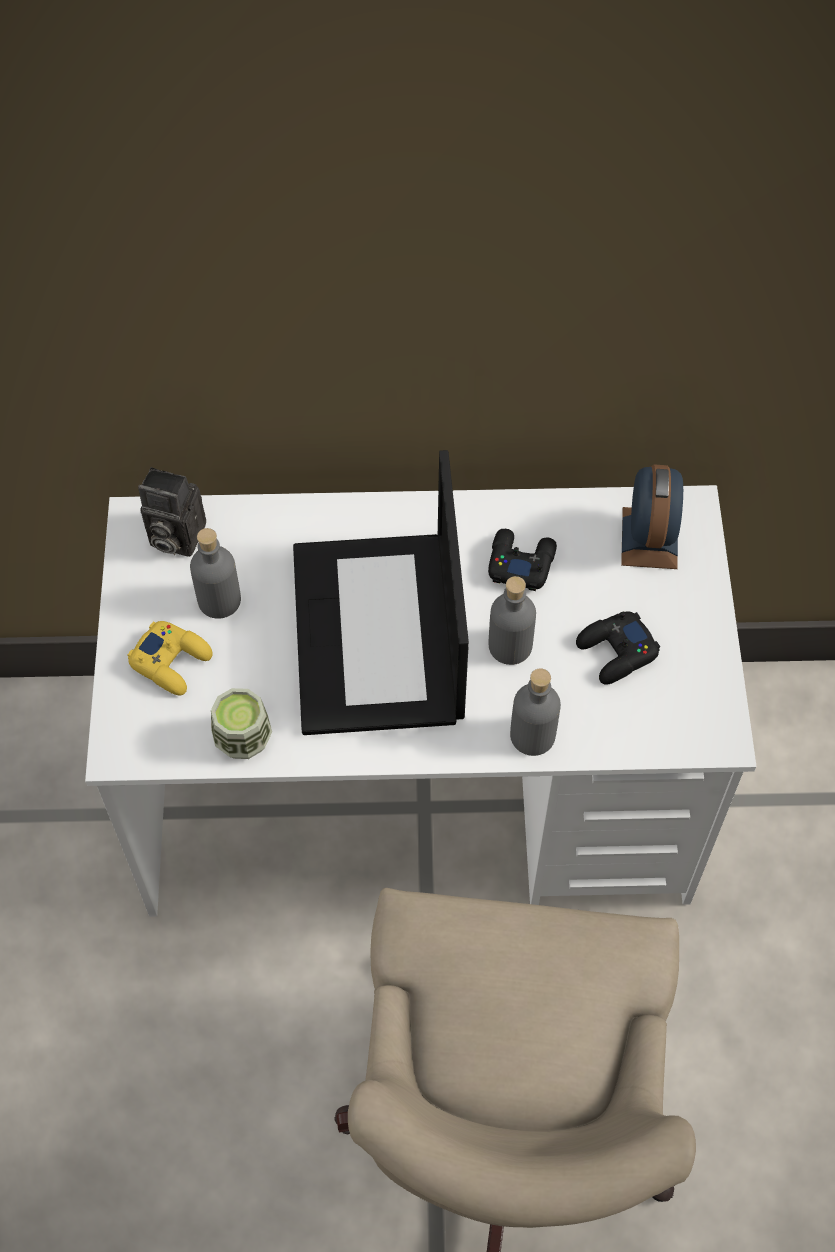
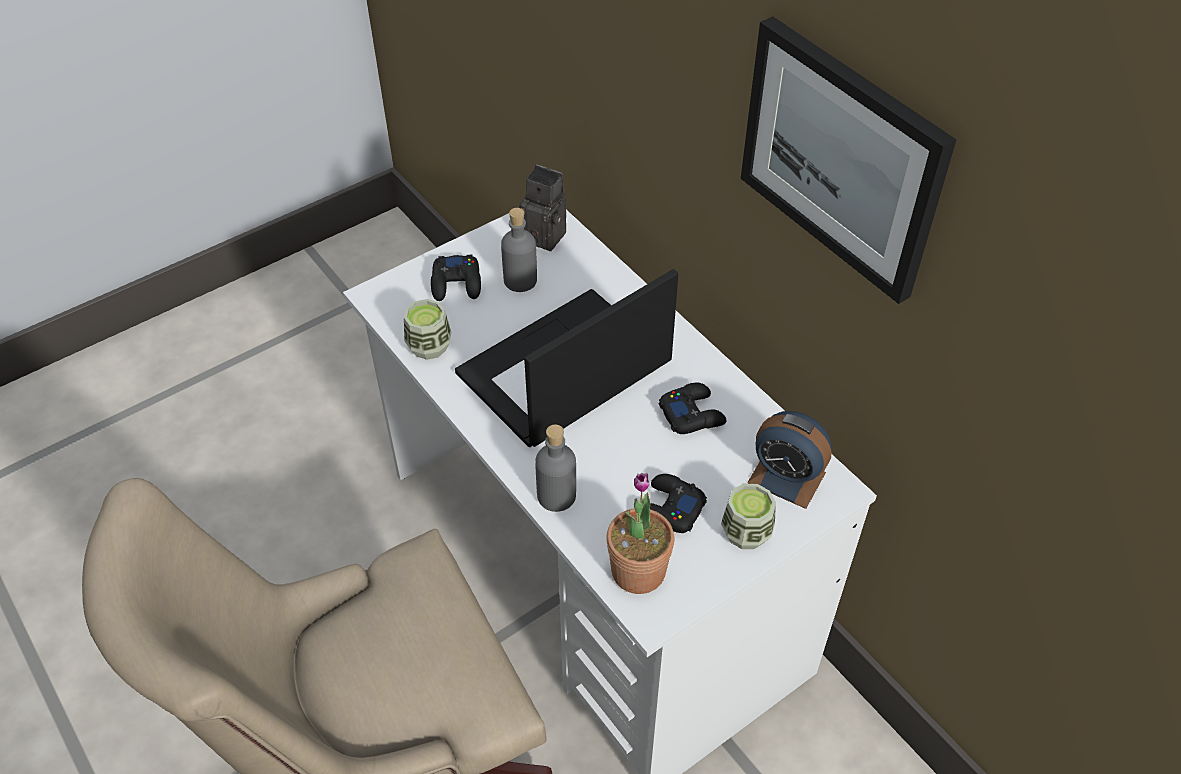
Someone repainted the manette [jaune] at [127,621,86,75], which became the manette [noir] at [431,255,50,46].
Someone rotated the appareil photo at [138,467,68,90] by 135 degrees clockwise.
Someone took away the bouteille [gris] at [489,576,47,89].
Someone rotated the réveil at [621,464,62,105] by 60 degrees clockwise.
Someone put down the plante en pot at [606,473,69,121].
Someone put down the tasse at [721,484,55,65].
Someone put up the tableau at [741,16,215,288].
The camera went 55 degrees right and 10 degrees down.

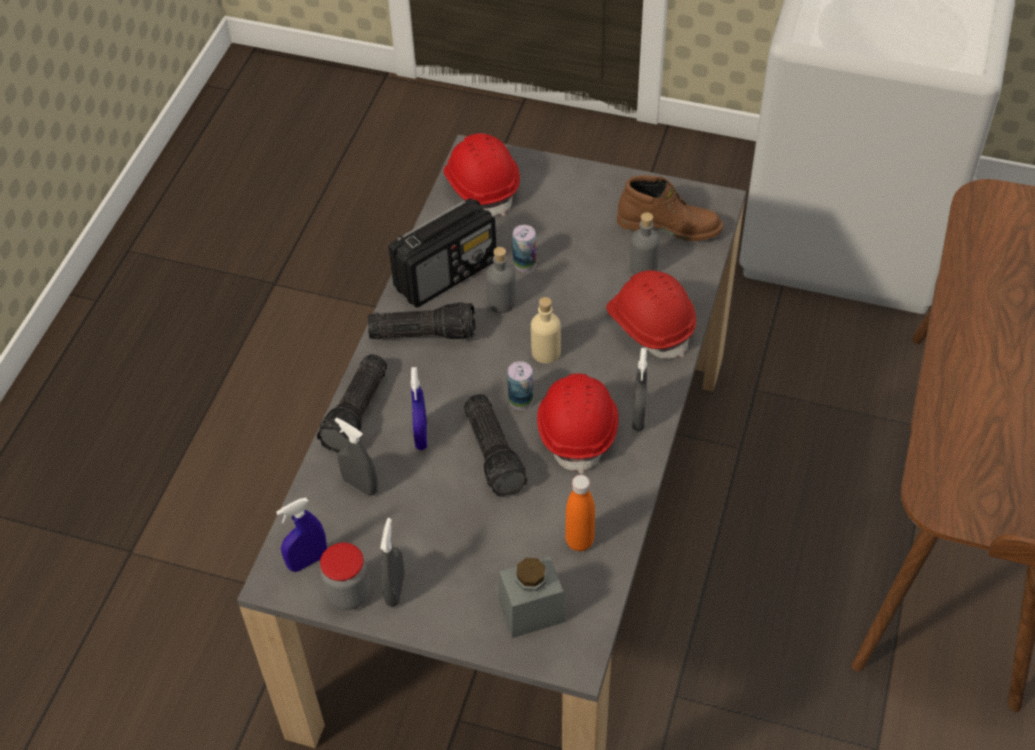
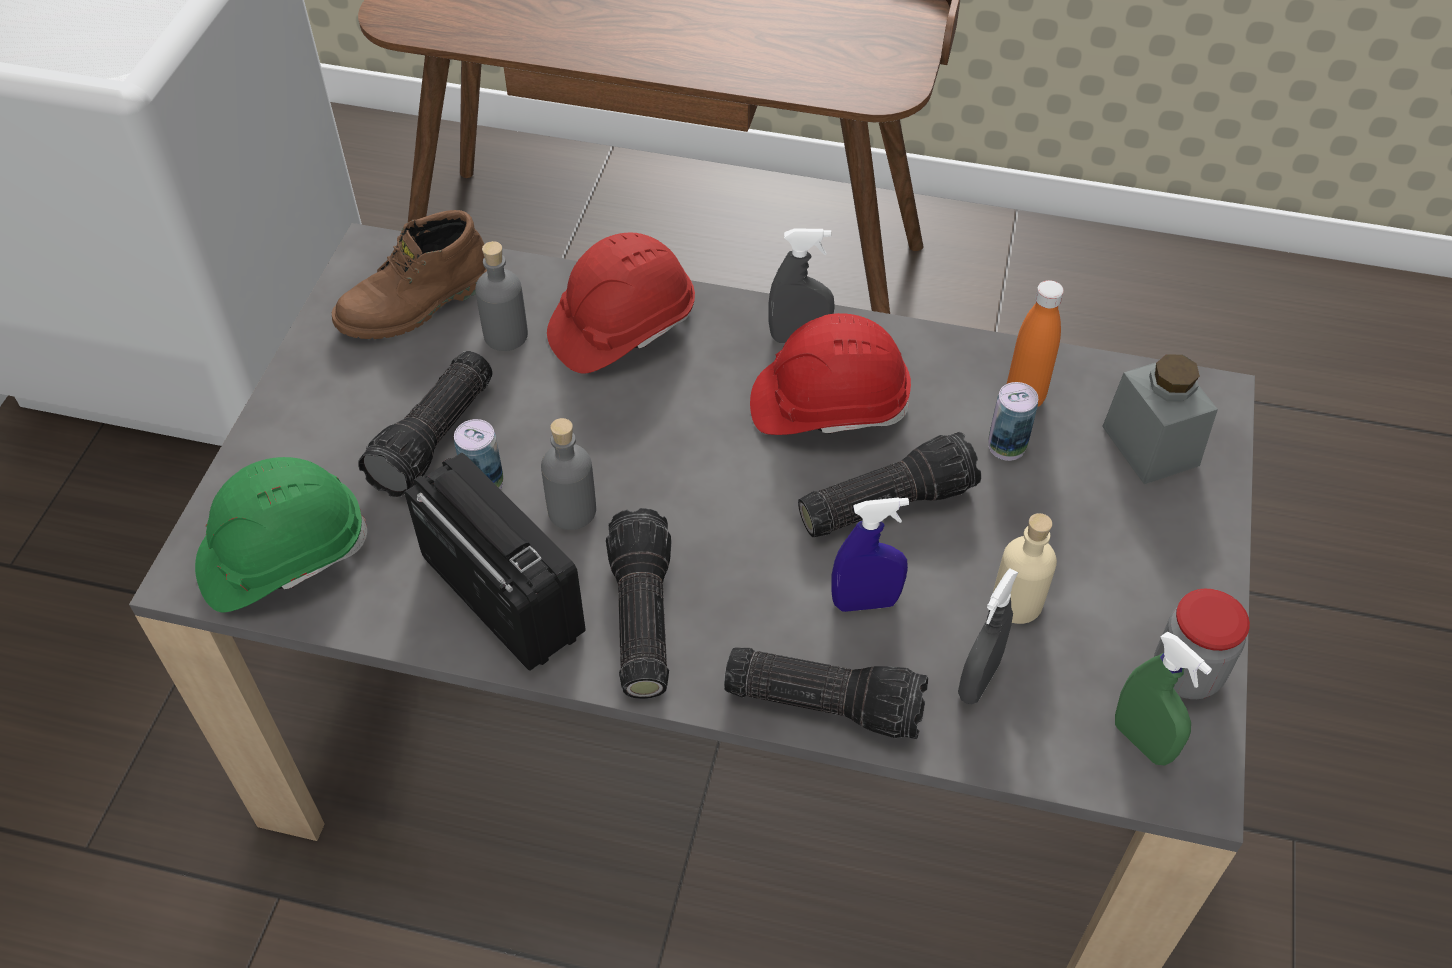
Someone repainted the vaporisateur [bleu] at [276,497,51,75], which became the vaporisateur [vert] at [1115,631,97,135].
Someone took away the vaporisateur [gris] at [380,518,25,89].
Someone repainted the casque de chantier [rouge] at [444,133,76,83], which became the casque de chantier [vert] at [195,457,172,155].
Someone carried the boîte métallique from [507,361,26,49] to [988,382,50,79].
Someone carried the bouteille [beige] from [531,297,30,67] to [993,513,64,111].
Someone rotated the botte [marron] at [617,175,106,66] by 135 degrees counterclockwise.
Someone put down the lampe de poche at [358,351,135,147].
The camera went 95 degrees left and 0 degrees up.

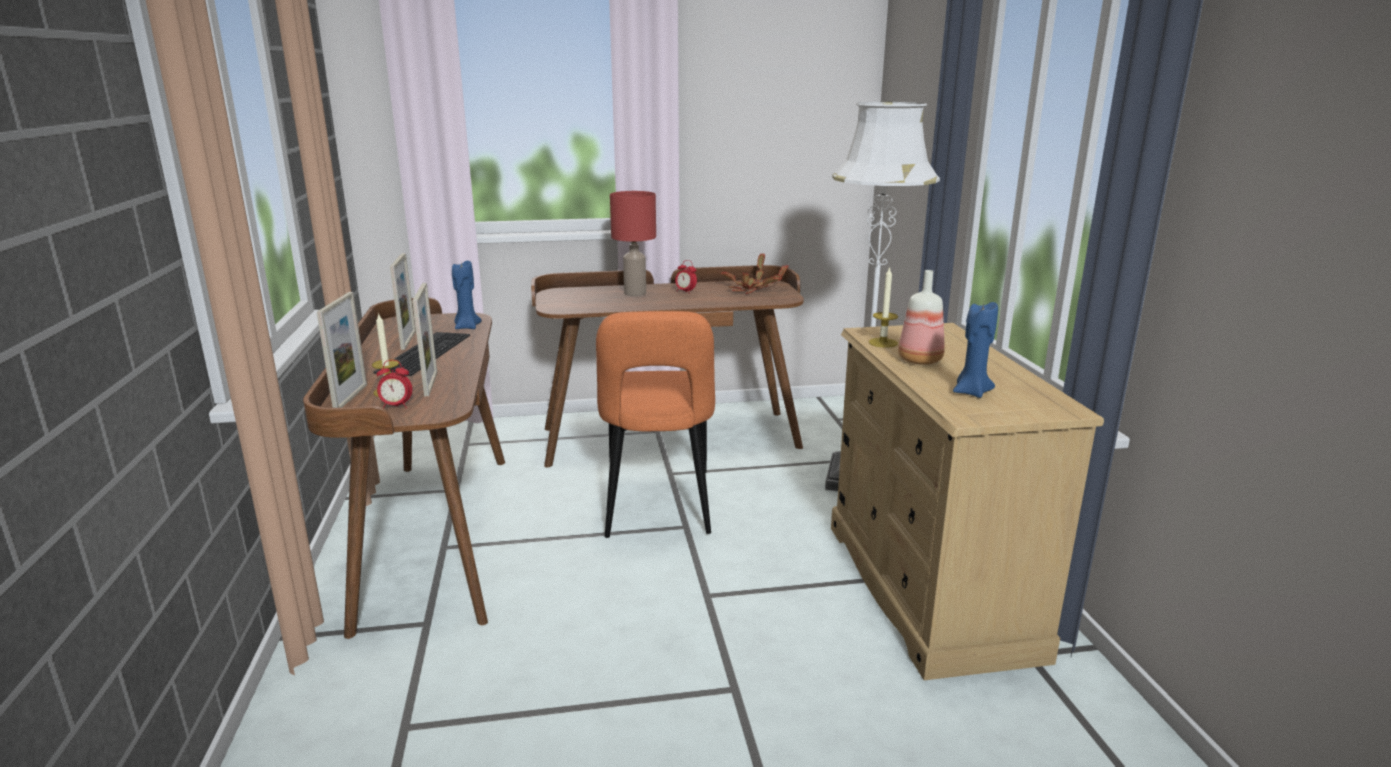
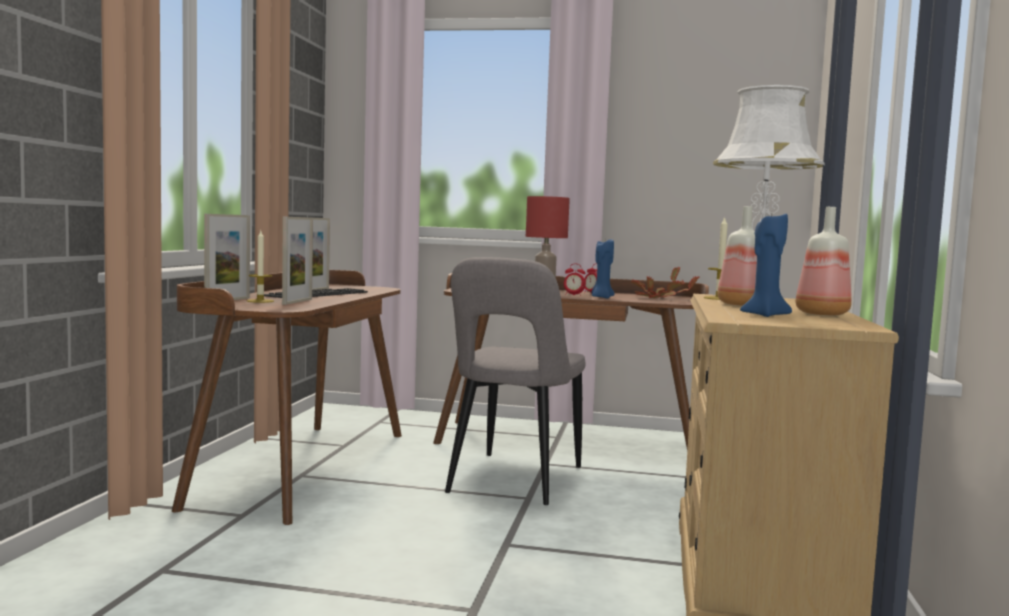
Someone carried the réveil from [377,360,35,48] to [564,264,22,32].
Someone carried the bougie [bleu] from [452,261,30,68] to [592,239,23,59].
Someone repainted the chaise [orange] at [596,311,119,227], which became the chaise [gris] at [445,257,140,248].
Someone put down the bouteille at [796,207,56,109].
The camera went 20 degrees right and 15 degrees down.

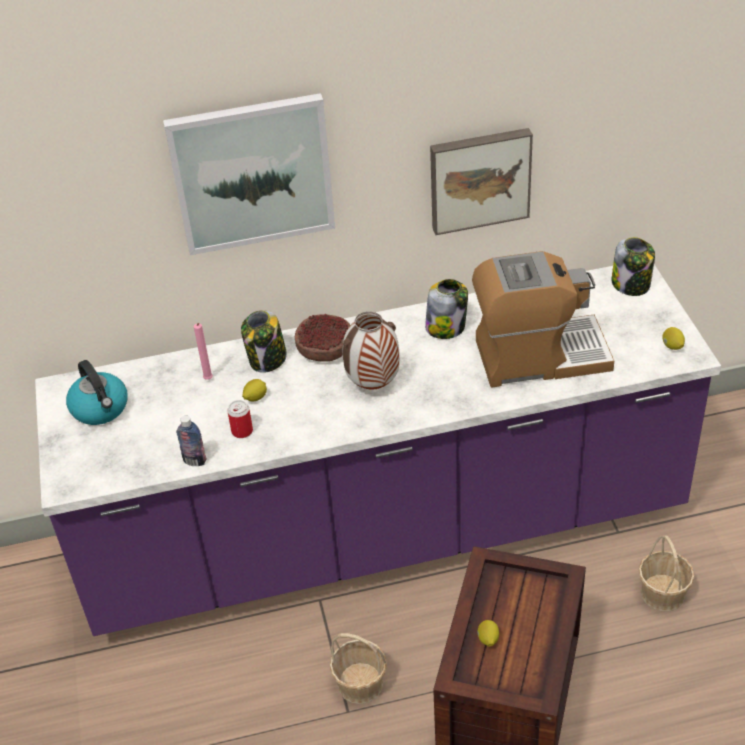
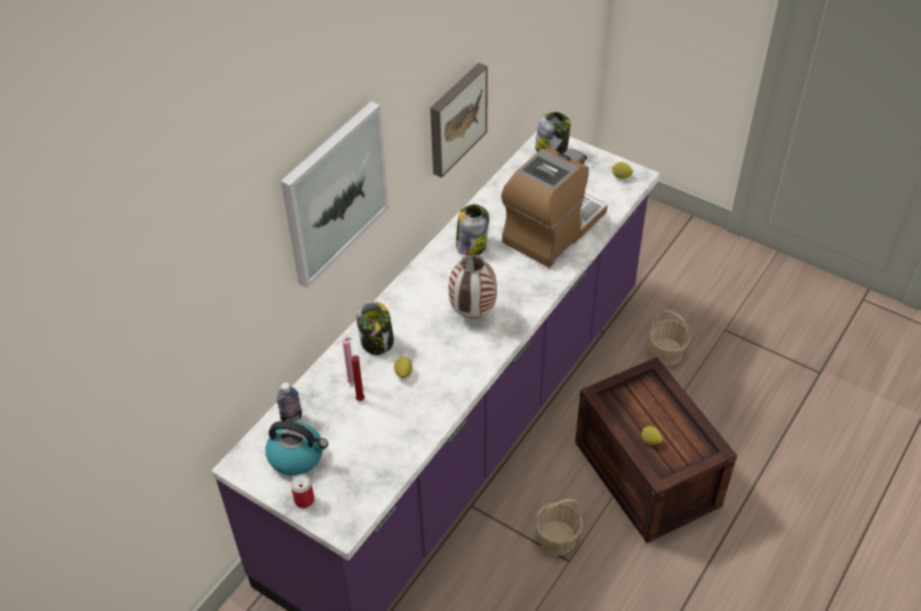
Someone carried the bouteille from [176,416,30,50] to [277,383,25,39].
Someone carried the boîte métallique from [227,400,26,38] to [291,474,24,34].
Someone took away the bol at [295,314,55,48].
Someone put down the bougie [rouge] at [351,355,14,46].
The camera went 45 degrees left and 5 degrees up.

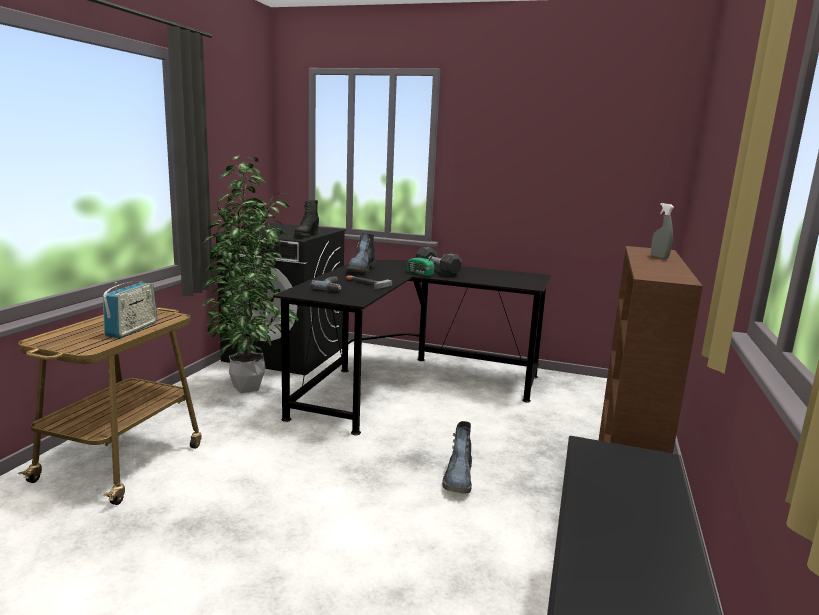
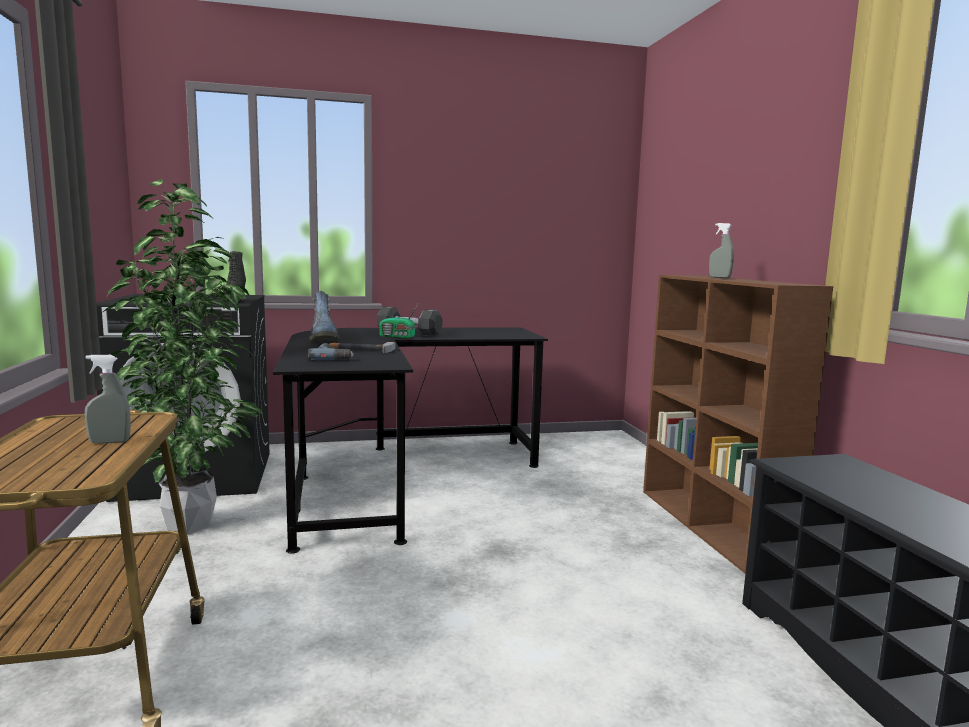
Someone swapped the radio at [103,281,54,57] for the vaporisateur [gris] at [85,355,46,89].
Someone took away the botte at [442,421,30,73].
The camera went 30 degrees left and 5 degrees down.

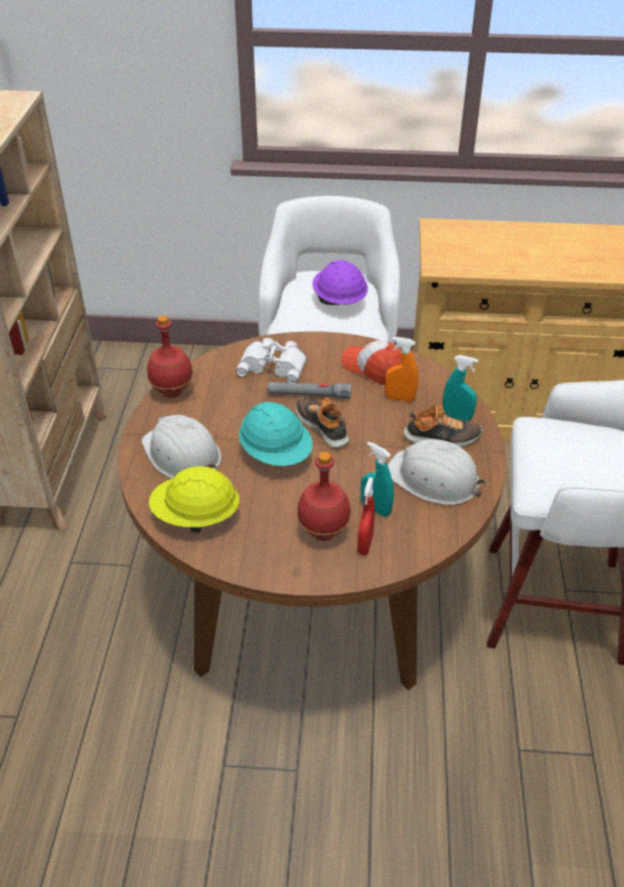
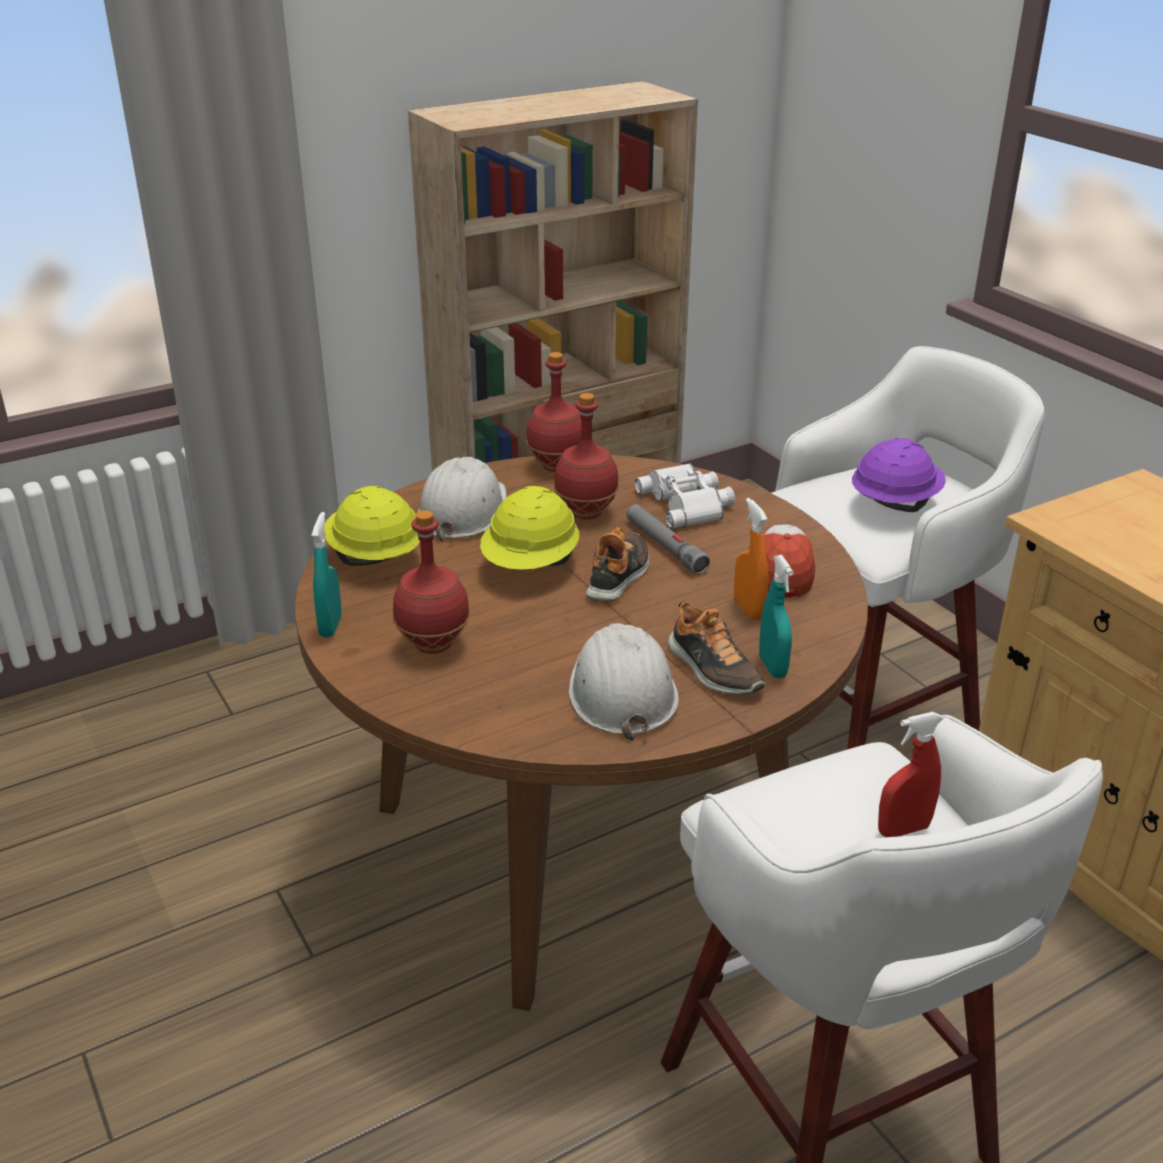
Someone repainted the casque de chantier [turquoise] at [239,402,74,64], which became the casque de chantier [jaune] at [480,486,99,84].
Someone carried the vaporisateur [rouge] from [358,477,17,78] to [878,712,65,125].
Someone carried the vaporisateur [turquoise] from [361,442,33,75] to [311,512,31,125].
Someone put down the bouteille [rouge] at [554,393,65,126].
The camera went 55 degrees right and 10 degrees down.

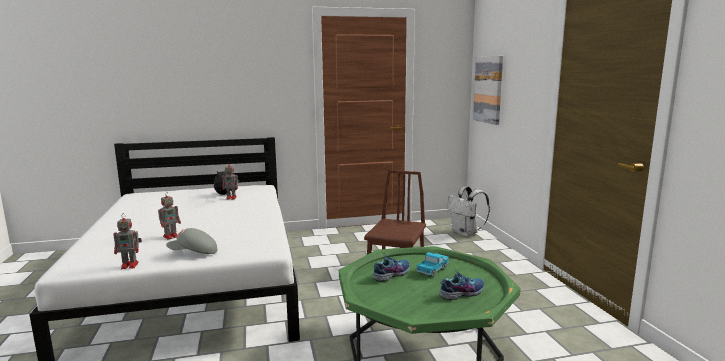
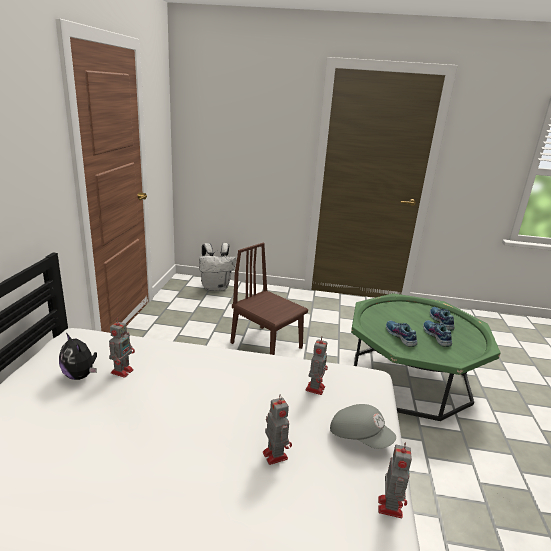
Someone rotated the casquette [gris] at [166,228,51,26] by 60 degrees counterclockwise.
Someone took away the camion jouet at [416,252,33,25].
Someone took away the tableau at [473,56,30,69].
Someone put down the robot jouet at [305,337,23,58].
Someone put down the chaussure at [423,320,29,27].
The camera went 70 degrees left and 10 degrees up.

